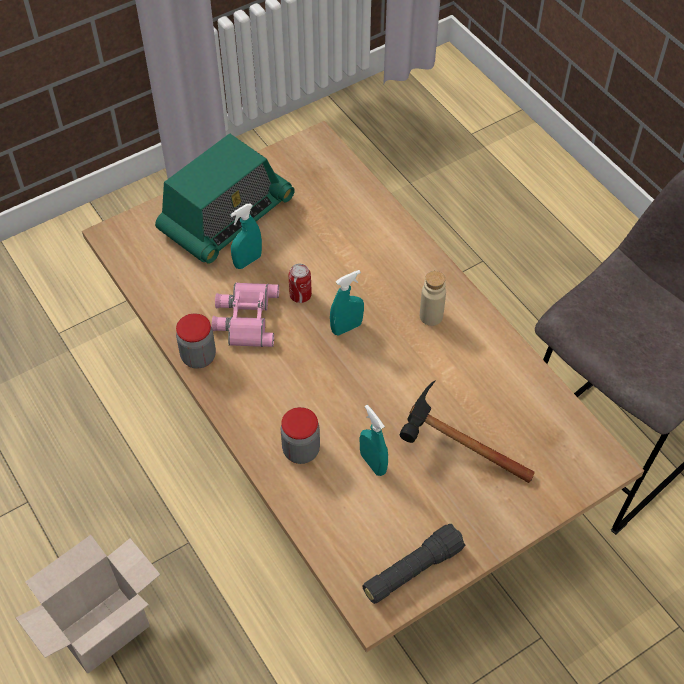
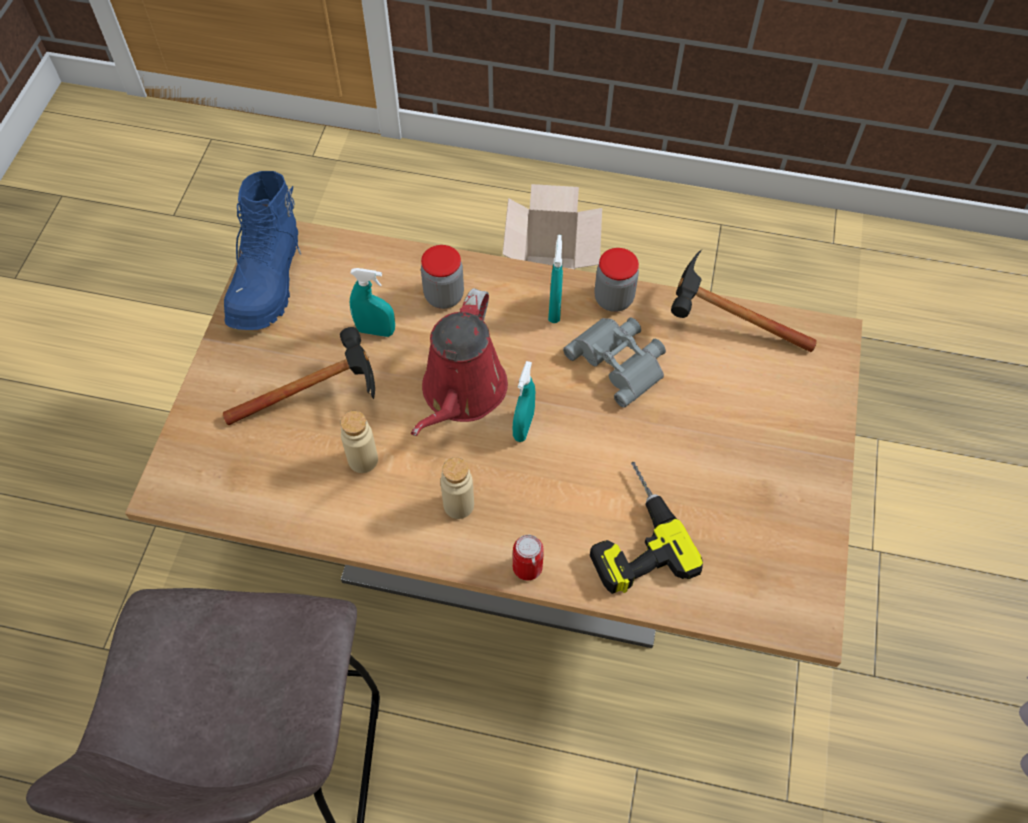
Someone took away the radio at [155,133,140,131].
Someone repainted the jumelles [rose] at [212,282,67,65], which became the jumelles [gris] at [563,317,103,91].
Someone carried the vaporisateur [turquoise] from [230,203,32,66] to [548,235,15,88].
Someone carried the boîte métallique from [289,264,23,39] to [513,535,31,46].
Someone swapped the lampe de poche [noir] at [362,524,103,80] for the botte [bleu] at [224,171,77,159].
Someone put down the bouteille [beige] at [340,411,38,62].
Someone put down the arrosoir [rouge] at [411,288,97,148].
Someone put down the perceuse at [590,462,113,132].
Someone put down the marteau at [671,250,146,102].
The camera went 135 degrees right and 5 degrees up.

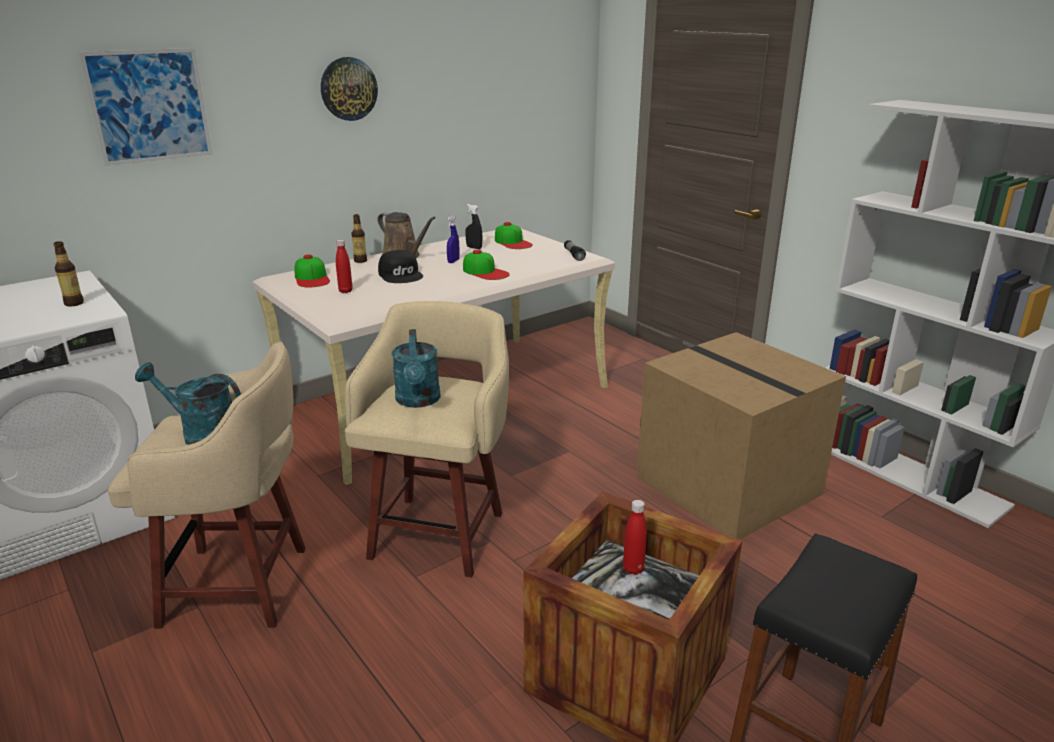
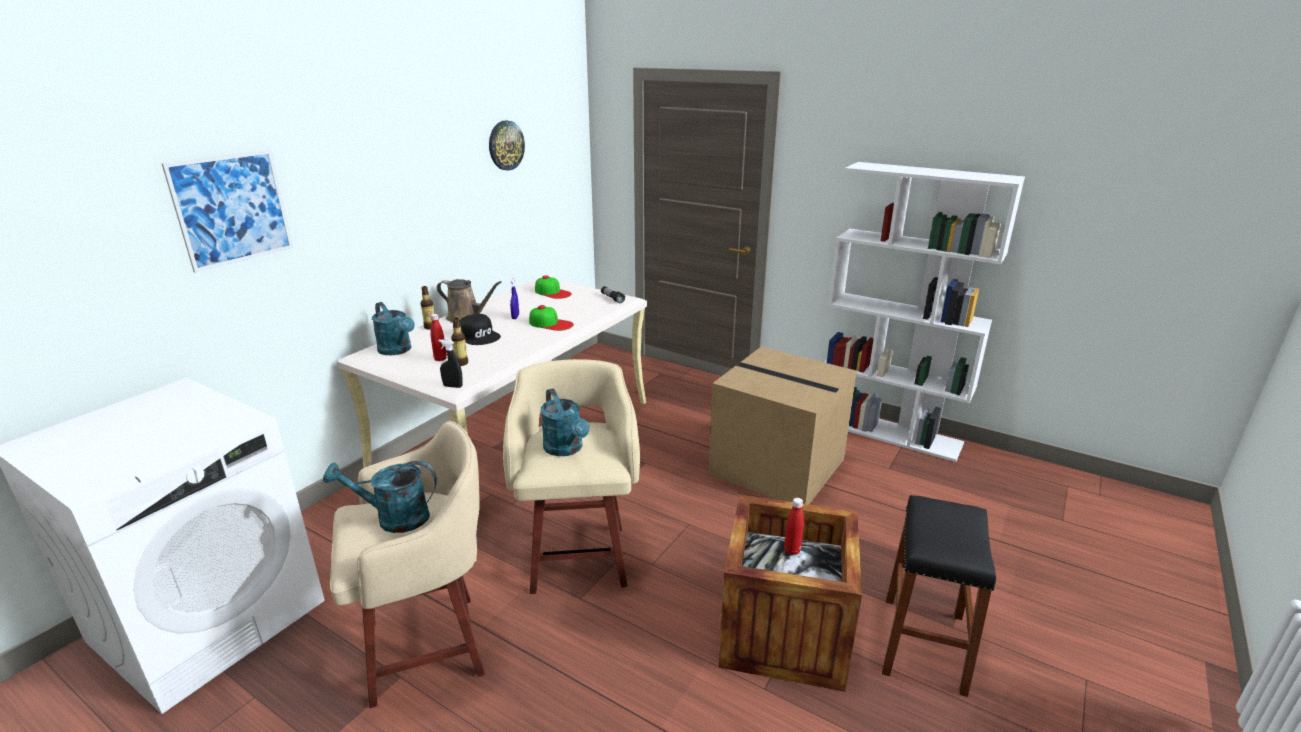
Someone carried the bouteille from [53,241,31,65] to [451,318,17,48].
Someone swapped the casquette at [294,254,36,33] for the arrosoir [turquoise] at [372,302,43,53].
Someone carried the horloge murale from [321,57,57,64] to [489,120,36,50].
Someone carried the vaporisateur [noir] from [466,204,17,45] to [438,339,25,49].
The camera went 20 degrees left and 0 degrees up.

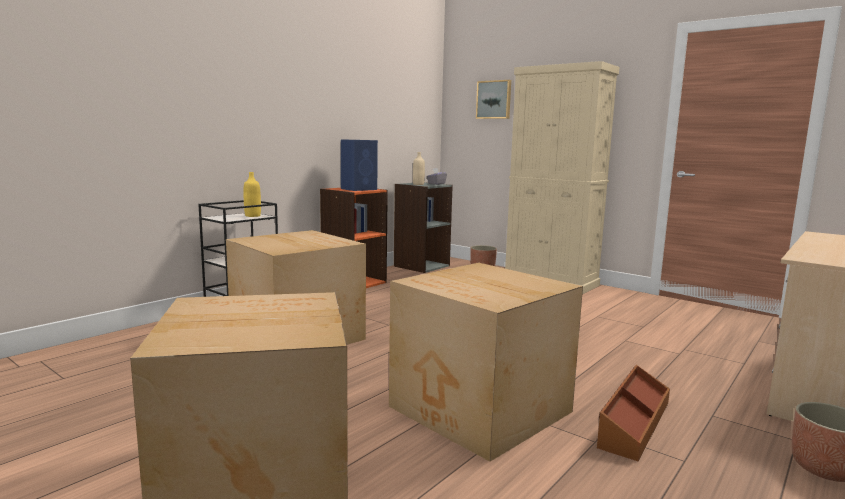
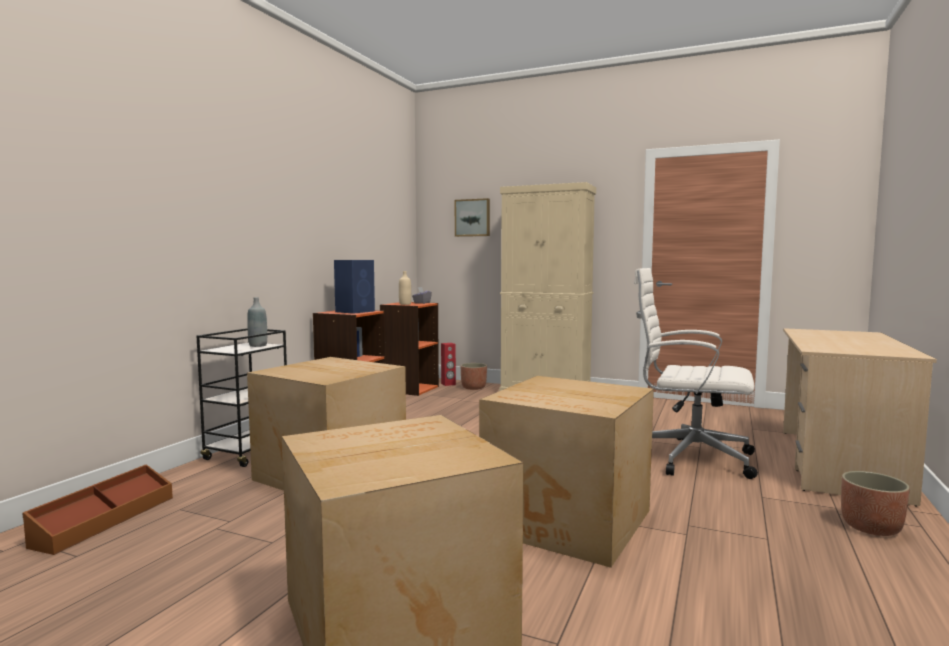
Someone repainted the bouteille [jaune] at [243,172,18,45], which became the bouteille [gris] at [247,297,20,50].
Someone repainted the bibliothèque [gris] at [394,182,59,91], which became the bibliothèque [orange] at [380,302,59,94].
Someone carried the boîte de rangement [marron] from [597,365,73,96] to [22,464,151,91].
Someone put down the enceinte [rouge] at [441,343,15,43].
Someone put down the chaise de bureau [blanc] at [634,268,124,211].
The camera went 15 degrees left and 5 degrees down.

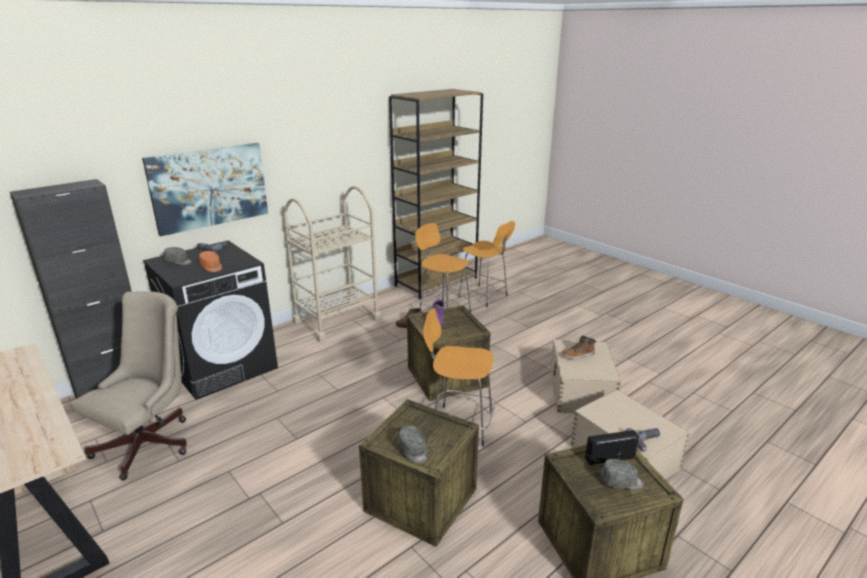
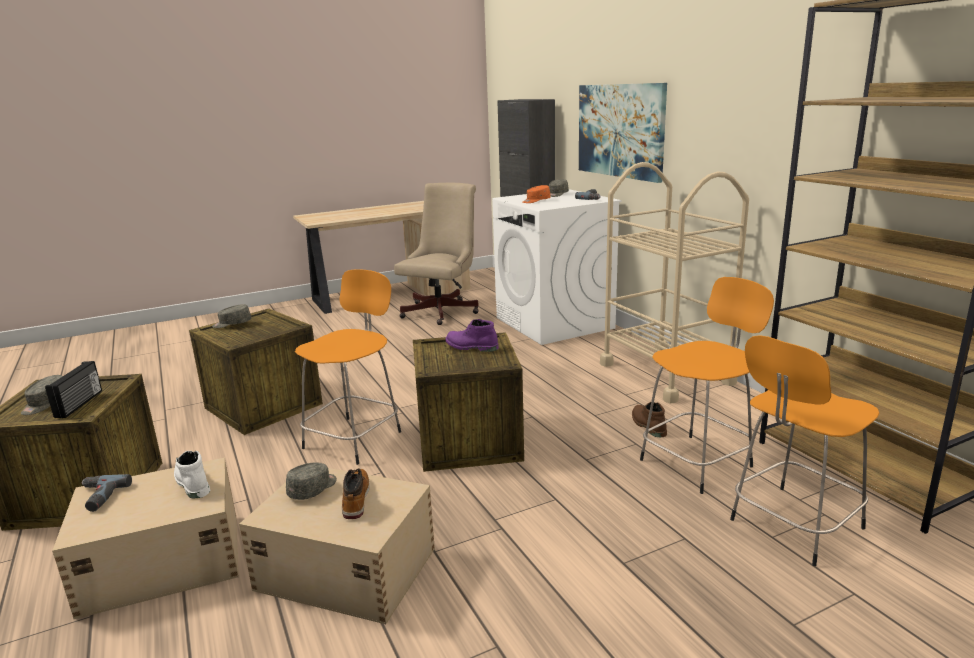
Someone rotated the chaise de bureau [beige] at [70,291,117,189] by 105 degrees counterclockwise.
Someone repainted the lave-linge [noir] at [143,240,135,160], which became the lave-linge [blanc] at [492,189,130,156].
Someone put down the botte [blanc] at [174,451,36,48].
Someone put down the casquette [gris] at [286,462,51,38].
The camera went 105 degrees right and 5 degrees down.

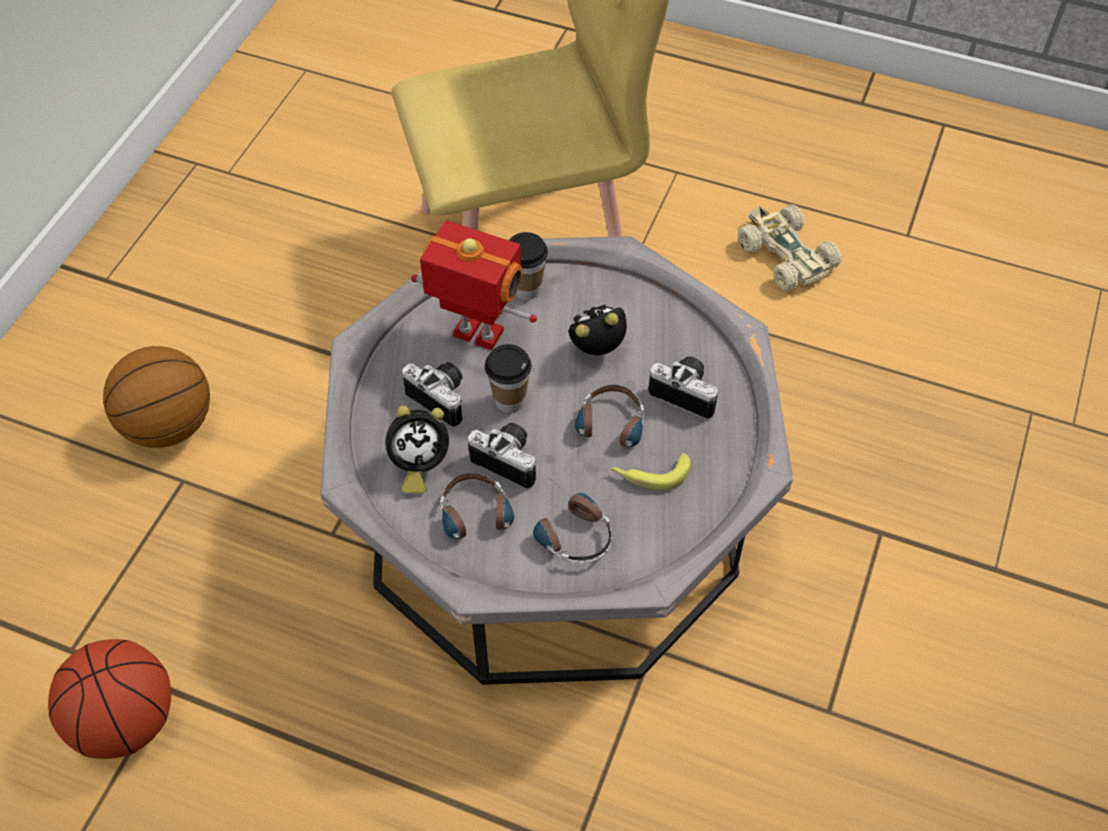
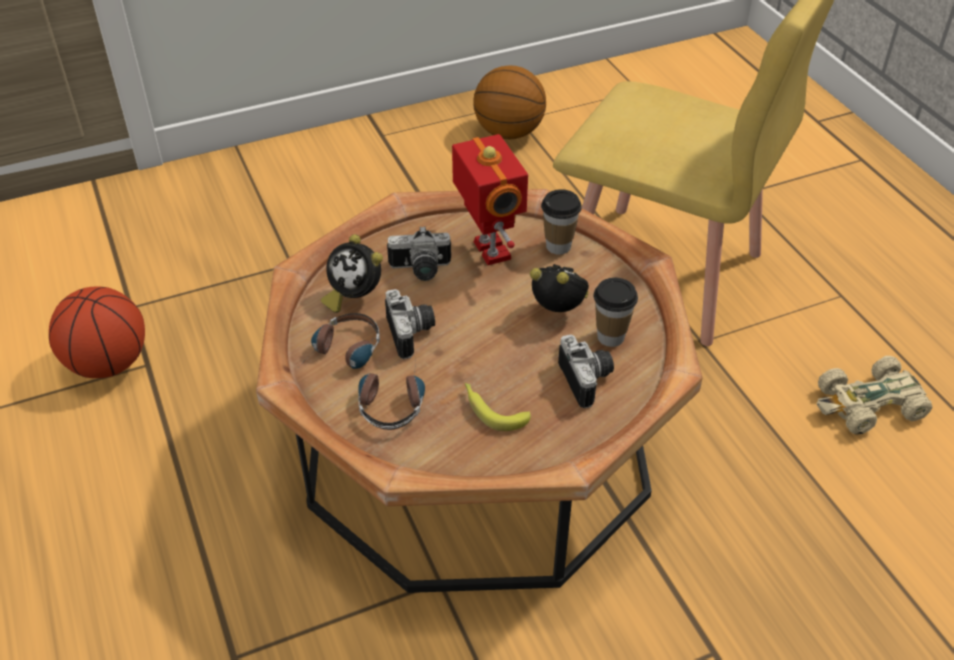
Someone carried the ballon de basket from [103,346,107,102] to [473,65,73,74].
Someone repainted the table basse [gris] at [321,236,472,449], which became the table basse [marron] at [256,189,446,404].
Someone rotated the appareil photo at [402,362,61,65] by 90 degrees clockwise.
Someone carried the tasse from [485,344,47,69] to [594,278,44,69].
Someone took away the casque audio at [575,385,69,75].
Someone rotated the petite voiture [beige] at [738,204,104,87] by 120 degrees counterclockwise.
The camera went 45 degrees right and 10 degrees down.

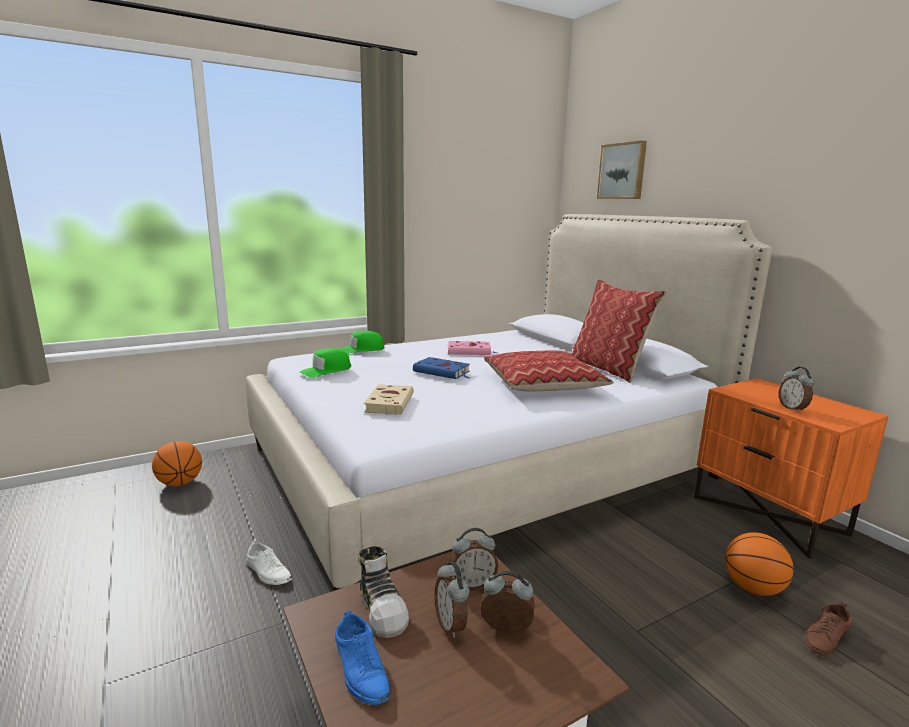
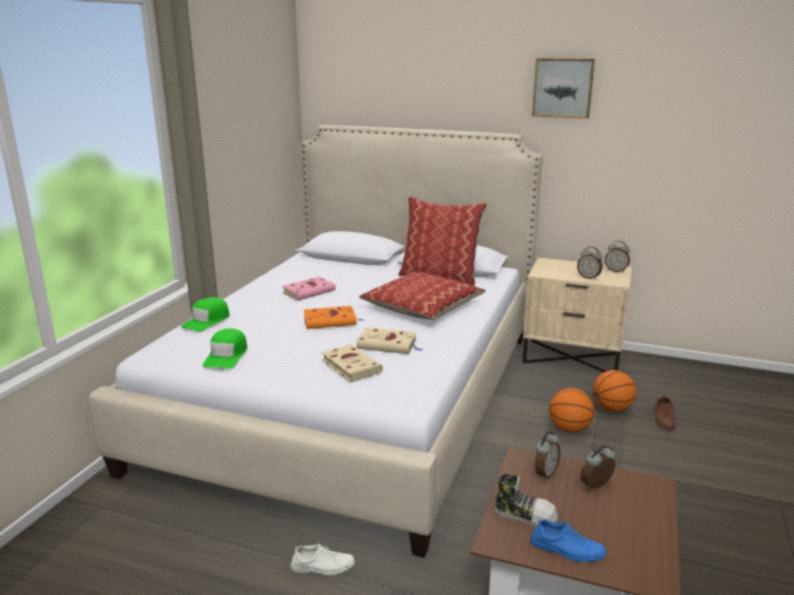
Someone carried the ballon de basket from [152,441,50,45] to [549,388,45,45].
Someone repainted the livre [bleu] at [413,357,58,22], which became the livre [orange] at [304,306,60,23].
Someone carried the réveil from [435,562,35,76] to [605,241,25,32].
Someone carried the tableau from [597,140,50,59] to [532,58,63,61].
Someone repainted the table de chevet [orange] at [694,378,194,181], which became the table de chevet [beige] at [522,257,110,115].
Someone put down the livre [beige] at [357,327,66,27].
The camera went 40 degrees left and 5 degrees up.

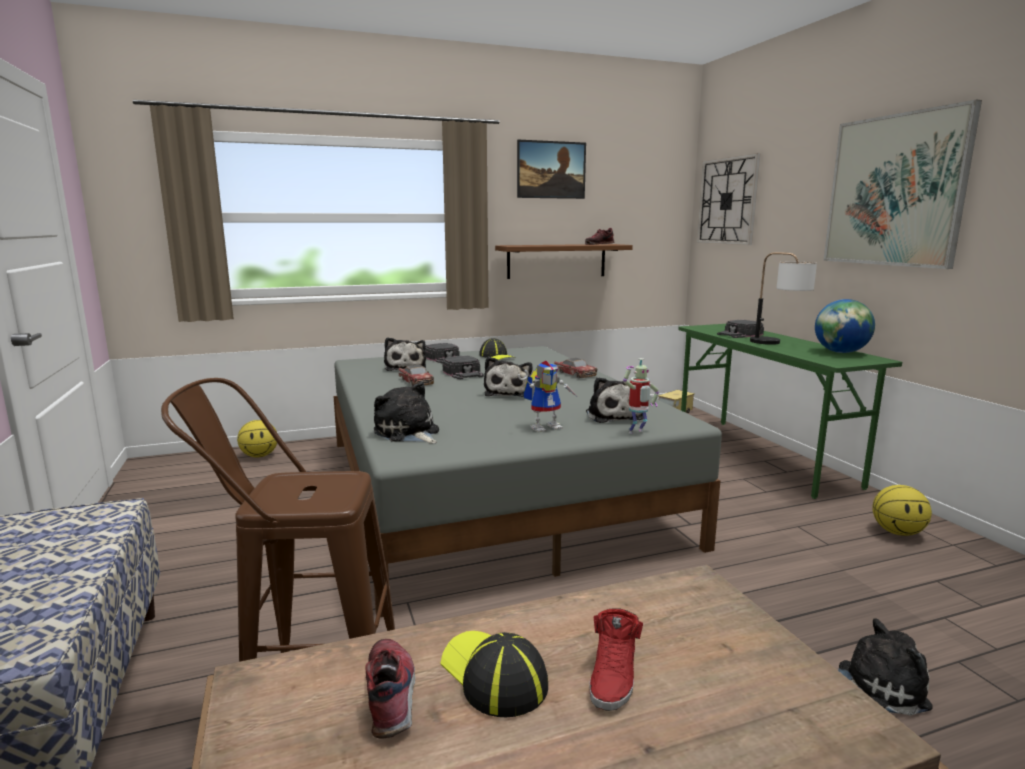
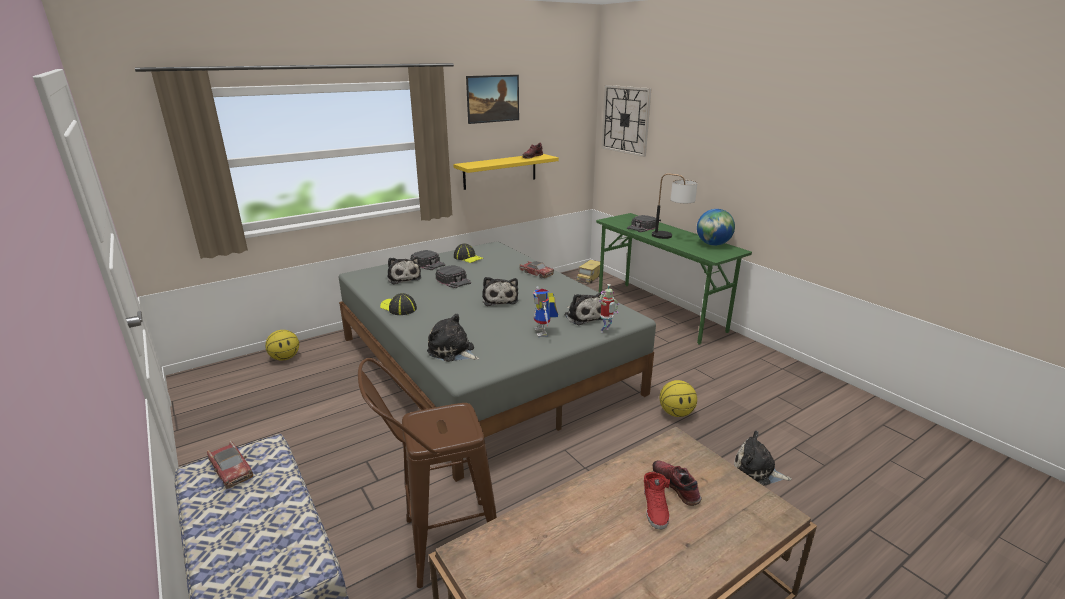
Someone carried the chaussure from [365,639,50,100] to [653,460,49,46].
Someone carried the petite voiture from [399,365,35,21] to [207,441,46,48].
Someone carried the casquette from [441,631,107,86] to [380,293,37,22].
Someone repainted the étagère [marron] at [495,244,138,35], which became the étagère [jaune] at [453,154,106,36].
Someone rotated the robot jouet at [518,361,59,71] by 120 degrees clockwise.
Someone took away the tableau at [823,100,159,169].
Someone rotated the peluche at [838,618,95,98] by 135 degrees counterclockwise.
Someone carried the ballon de basket from [872,485,60,51] to [660,380,37,37].
The camera went 15 degrees left and 10 degrees up.

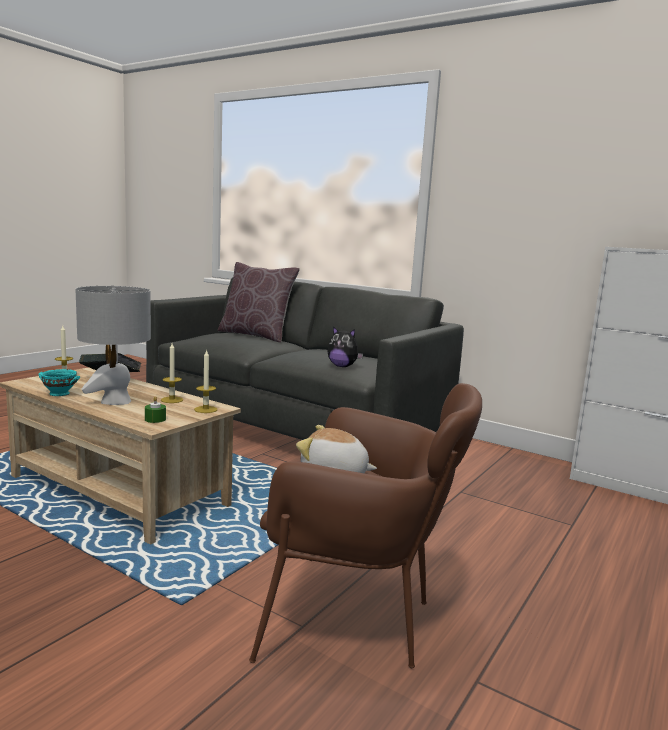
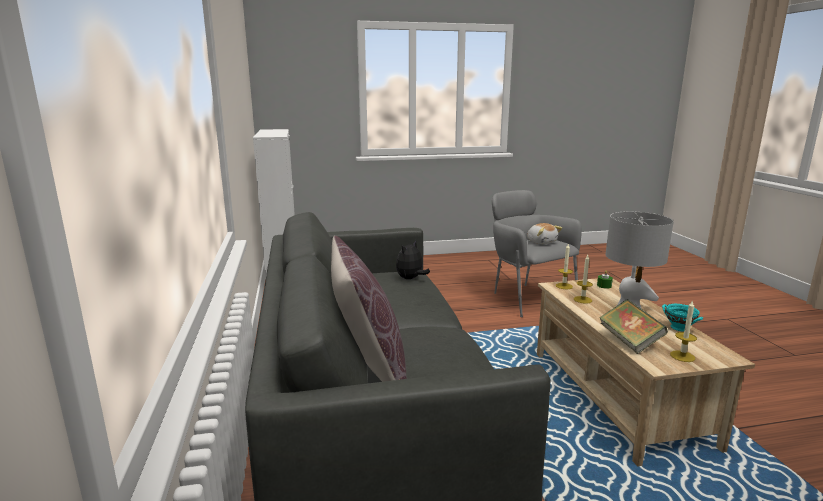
Someone repainted the fauteuil [marron] at [249,383,233,285], which became the fauteuil [gris] at [492,190,90,127].
Someone rotated the peluche at [327,326,36,41] by 120 degrees counterclockwise.
The camera went 135 degrees left and 5 degrees up.

